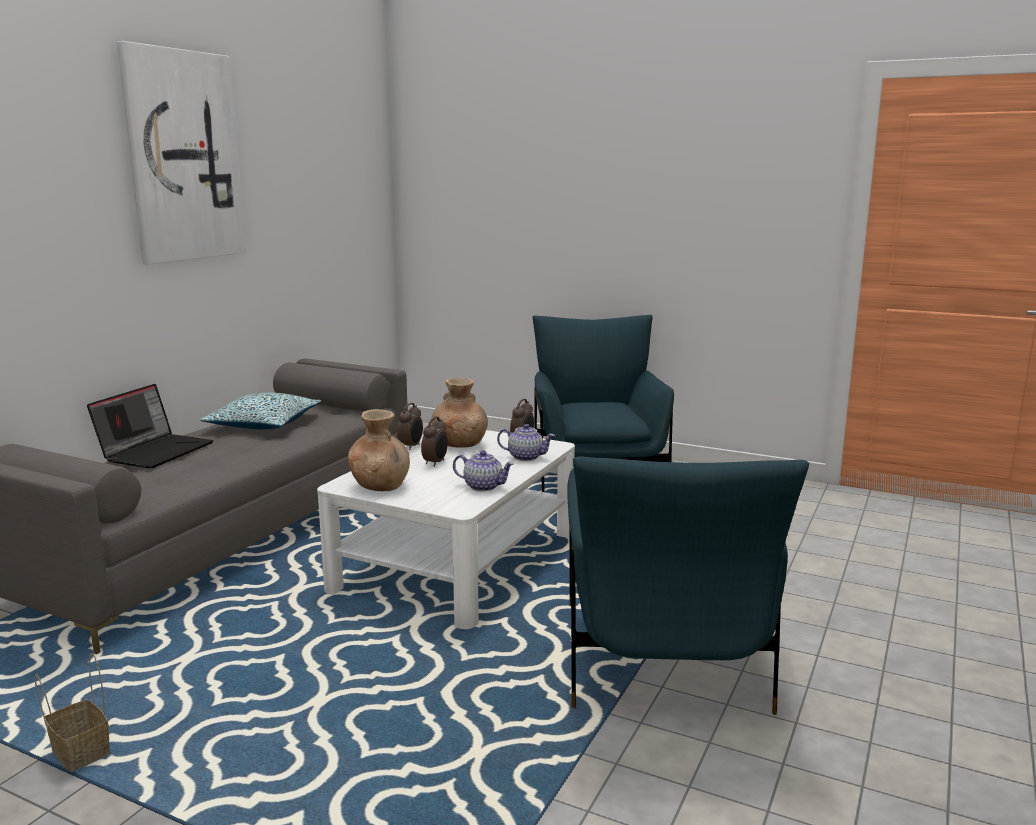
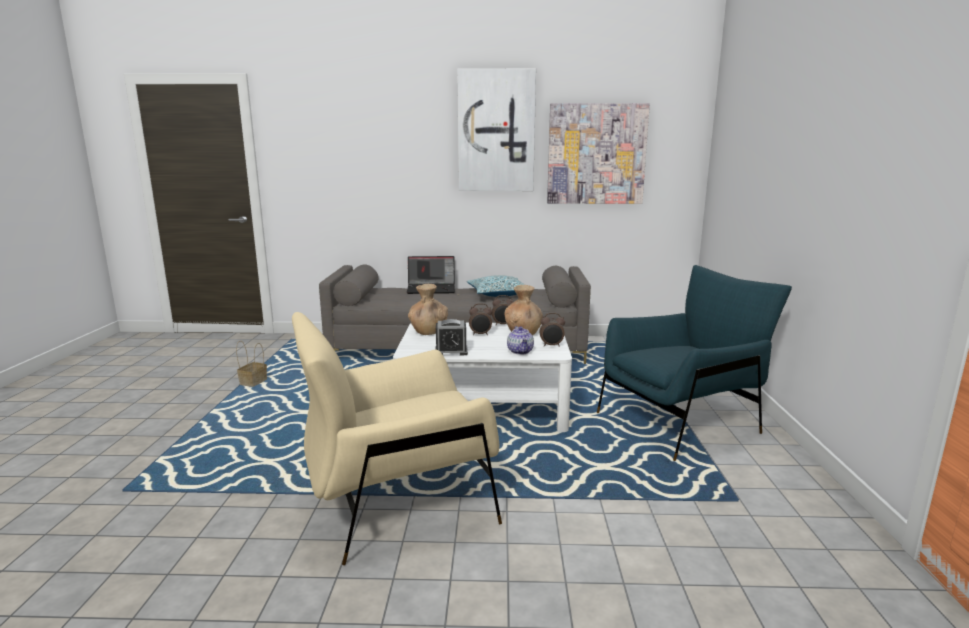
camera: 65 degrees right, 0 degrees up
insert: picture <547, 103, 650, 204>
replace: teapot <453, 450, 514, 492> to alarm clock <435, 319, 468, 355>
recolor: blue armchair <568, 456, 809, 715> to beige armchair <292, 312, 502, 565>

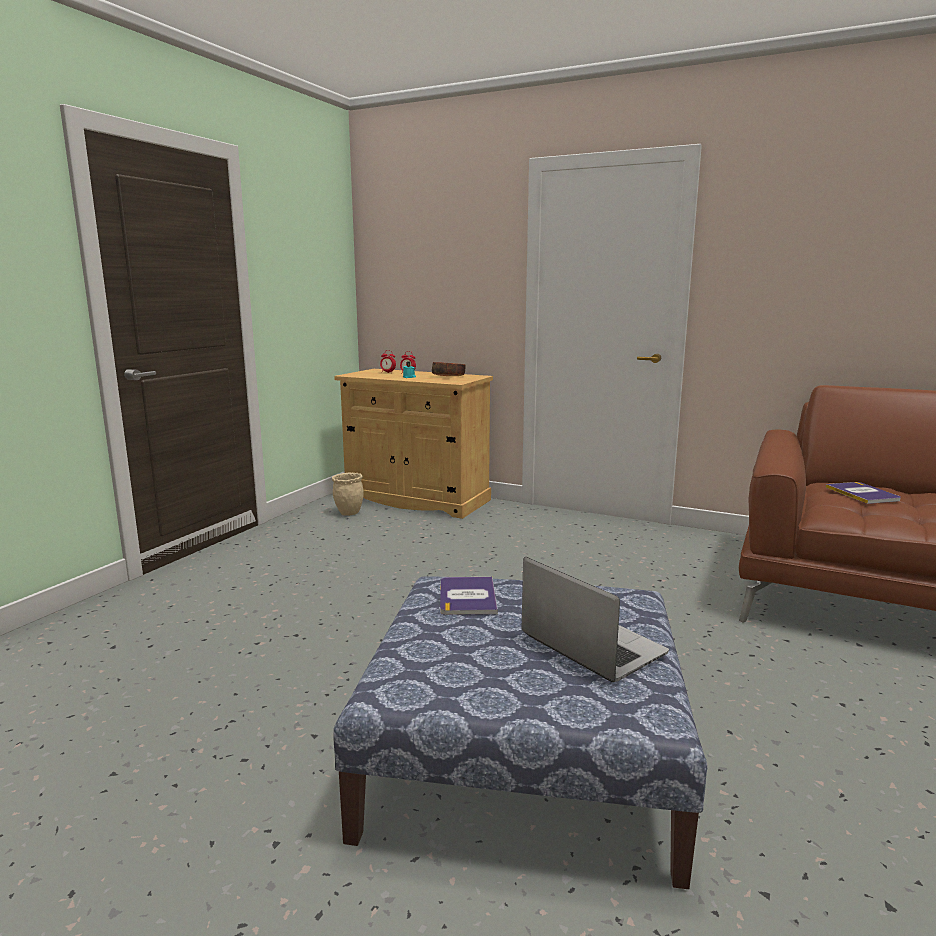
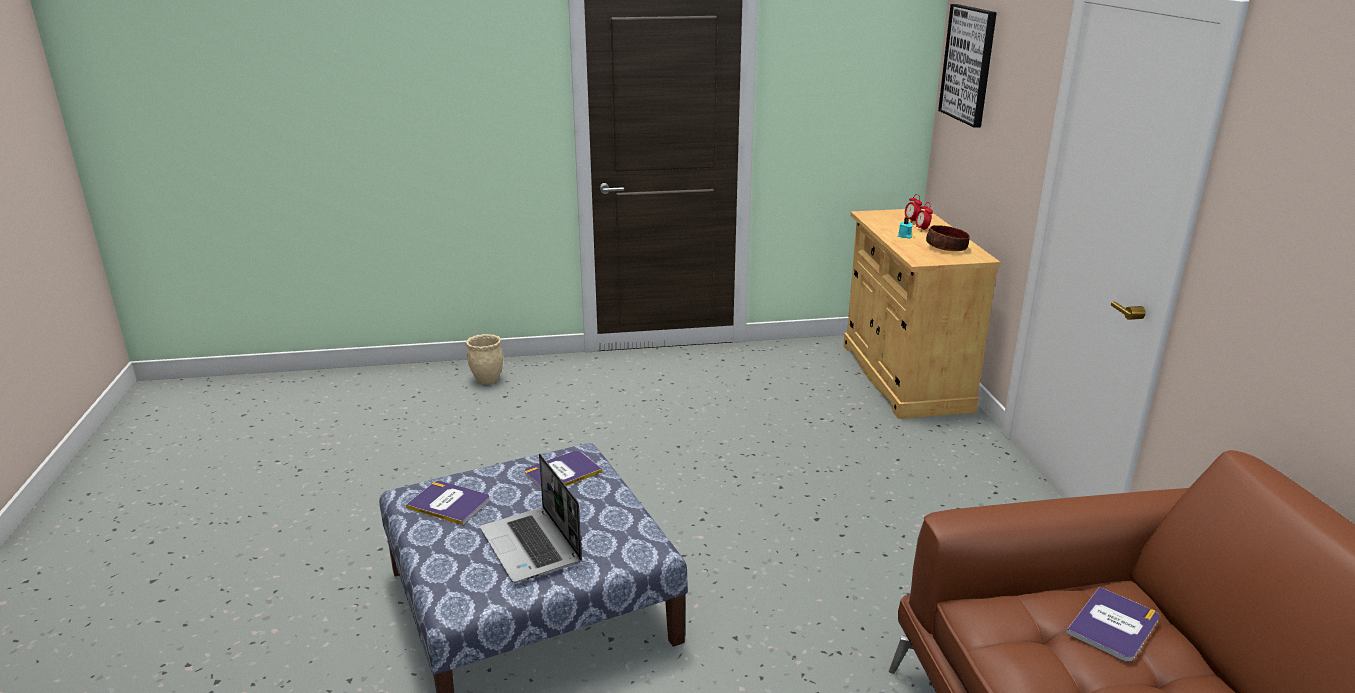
camera: 55 degrees right, 10 degrees up
insert: book <406, 481, 490, 525>; picture <938, 4, 997, 128>
move: beige planter <332, 472, 364, 516> to <466, 334, 503, 384>
rotate: laptop <522, 557, 669, 682> = <480, 454, 582, 583> 135 degrees clockwise

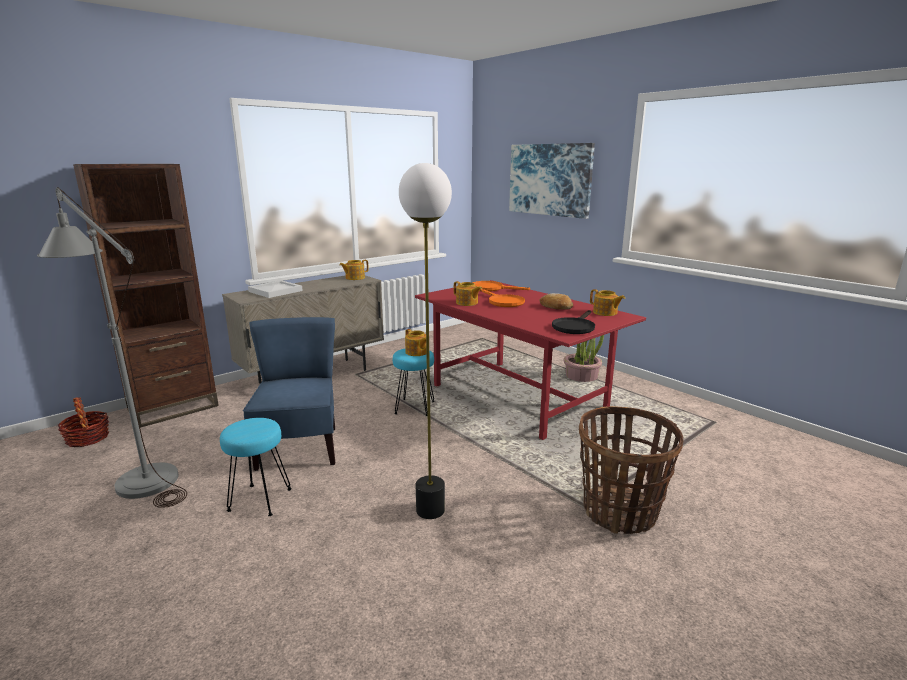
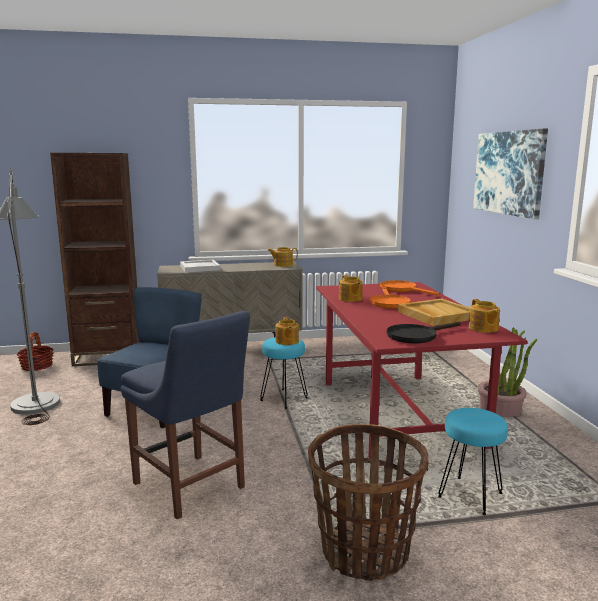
camera: 30 degrees right, 5 degrees down
move: turquoise stool <220, 418, 292, 516> to <438, 408, 508, 515>
replace: floor lamp <399, 163, 452, 519> to blue chair <121, 311, 250, 519>; bread <539, 293, 573, 310> to beige tray <397, 298, 470, 326>

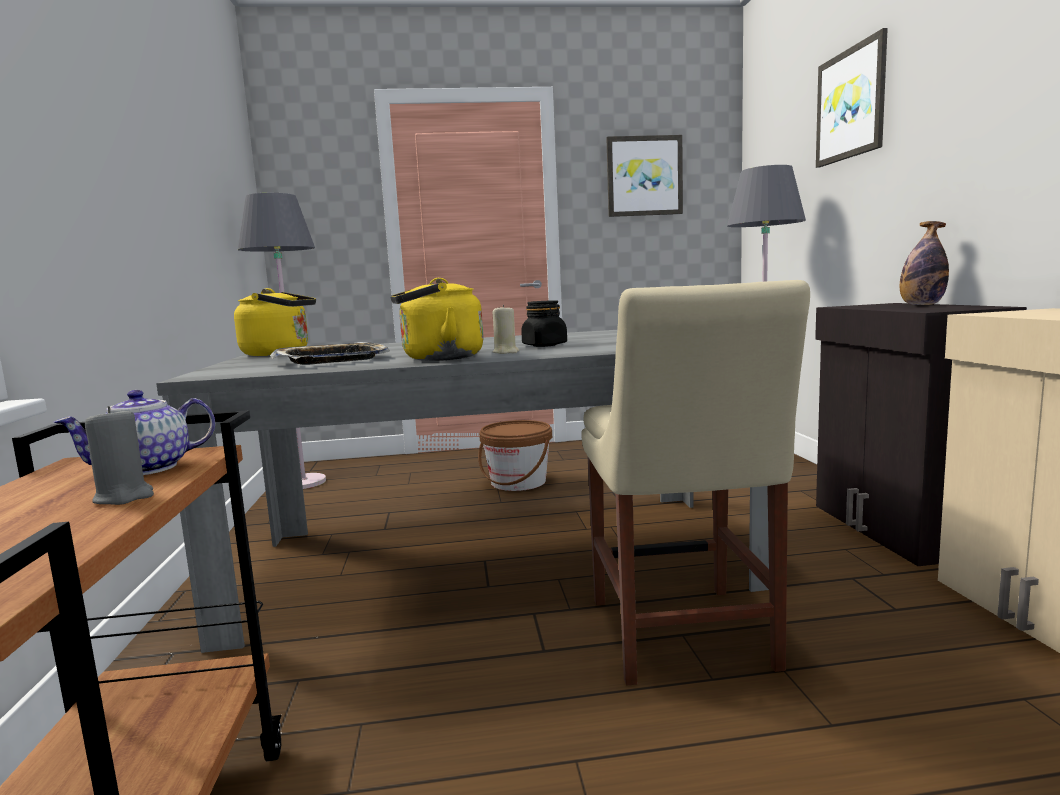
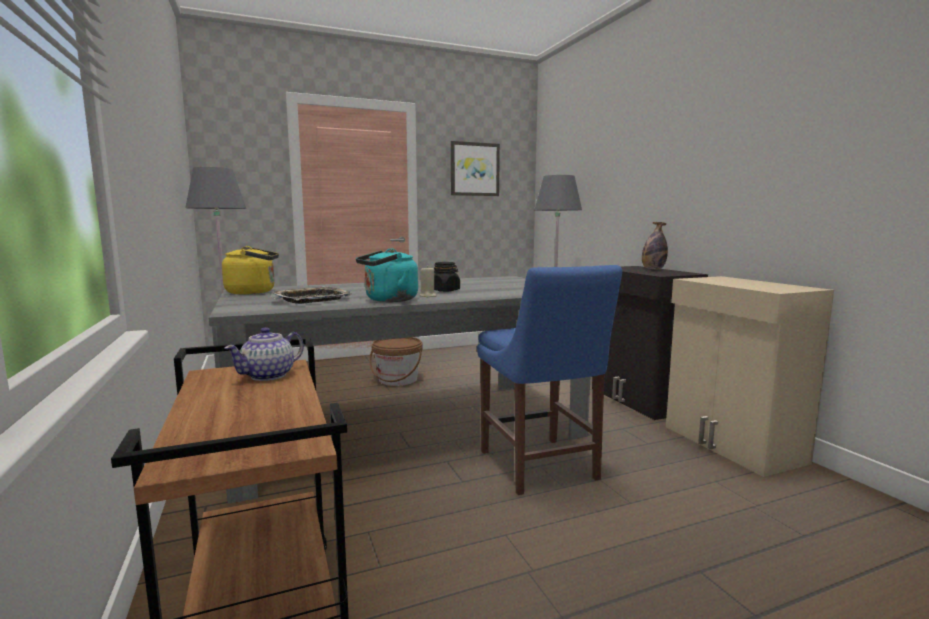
camera: 15 degrees left, 0 degrees up
delete: grey candle <85, 406, 154, 505>; picture <816, 28, 888, 168>
recolor: yellow kettle <390, 278, 483, 361> to turquoise kettle <356, 248, 418, 302>; beige chair <581, 280, 810, 685> to blue chair <477, 265, 622, 495>

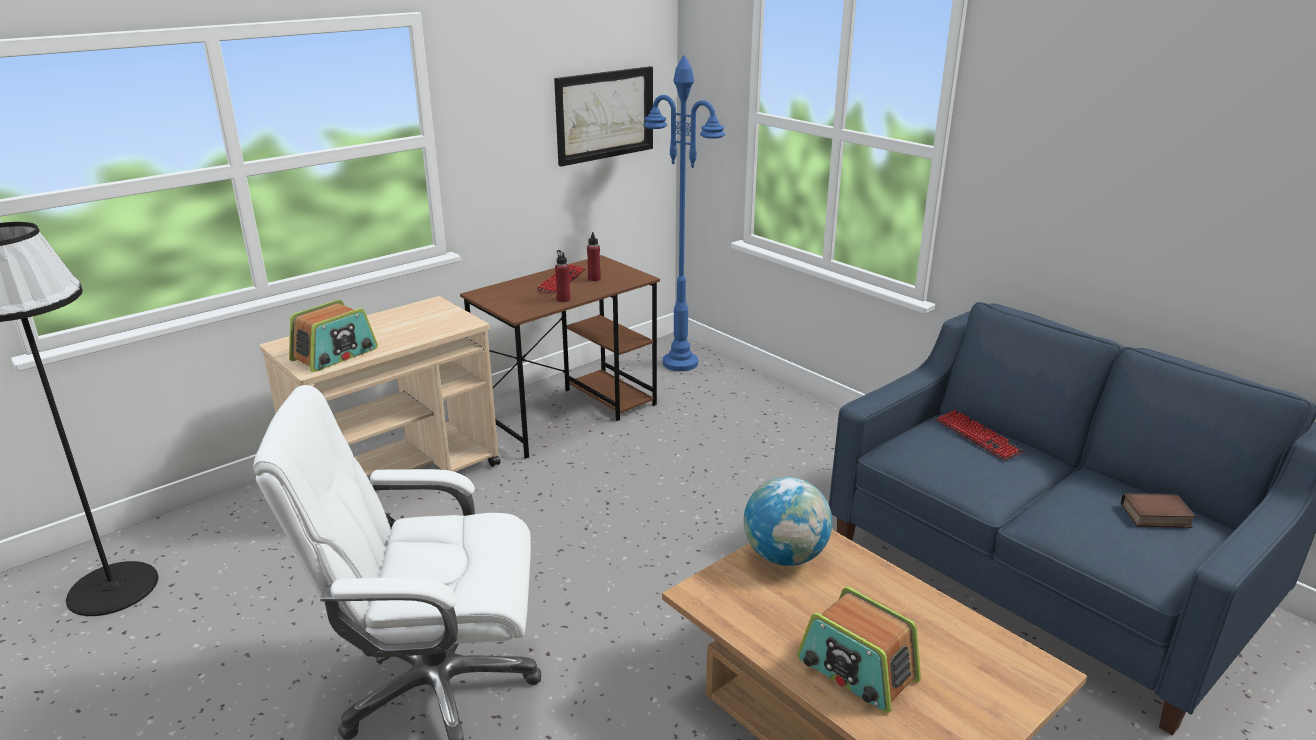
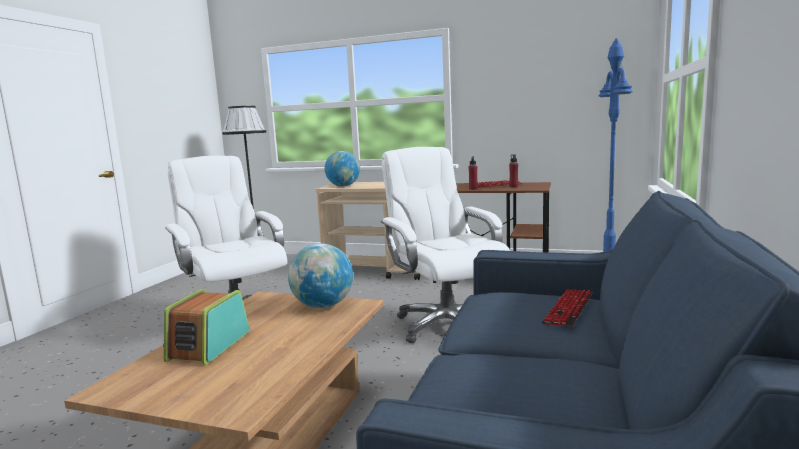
camera: 60 degrees right, 15 degrees down
delete: picture <554, 66, 653, 166>; book <1121, 493, 1196, 528>
insert: white office chair <381, 147, 510, 343>
replace: radio <289, 299, 378, 372> to globe <325, 151, 360, 187>

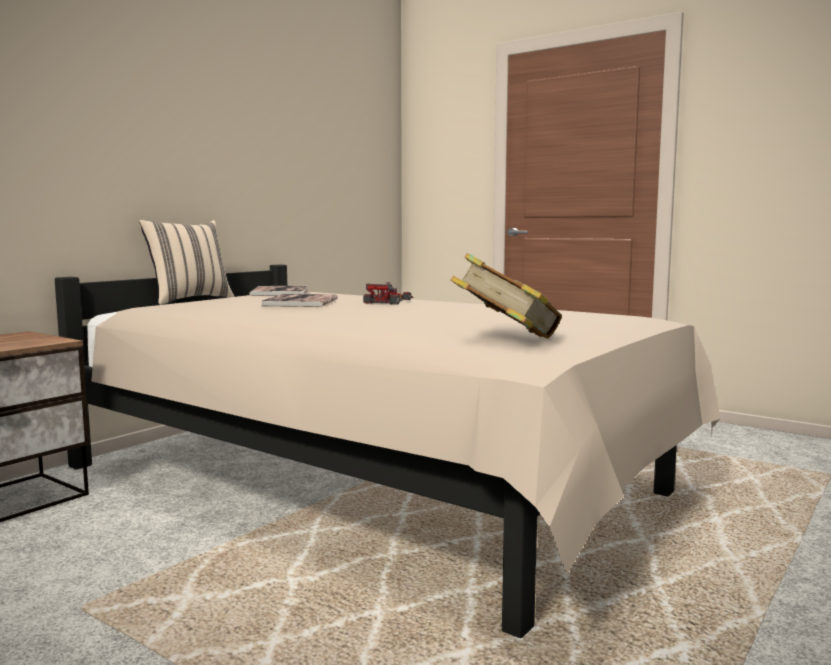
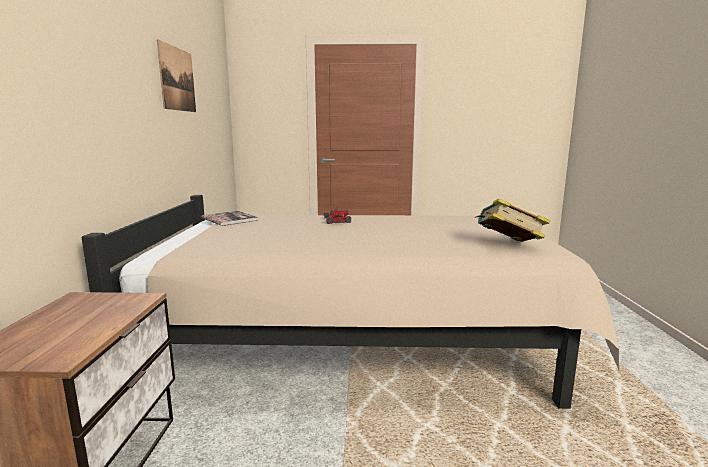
camera: 35 degrees left, 5 degrees up
delete: beige pillow <139, 220, 234, 305>; book <262, 294, 338, 307>
insert: picture <157, 39, 196, 112>

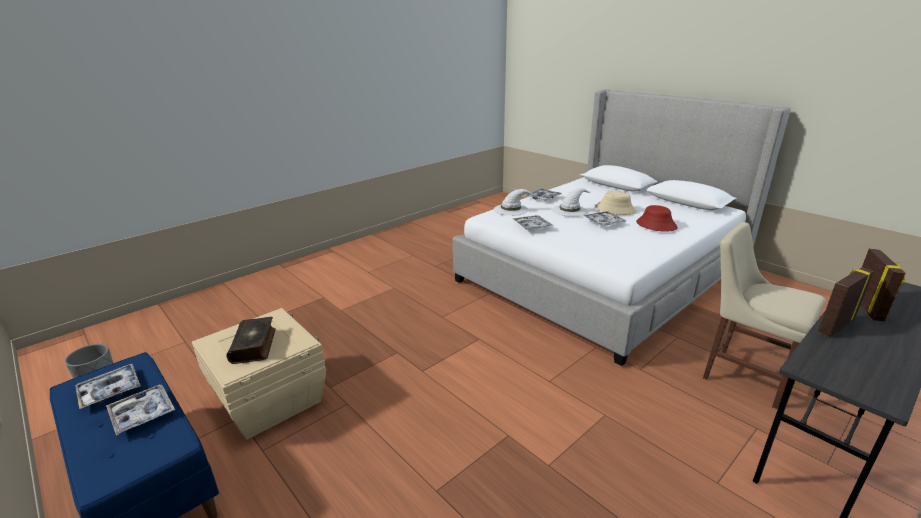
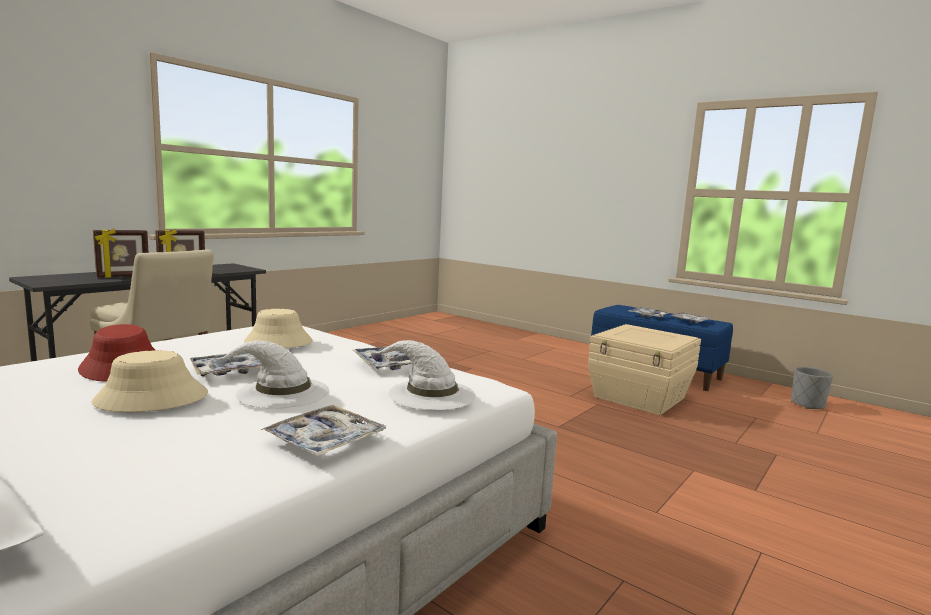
camera: 170 degrees right, 15 degrees down
delete: book <226, 317, 275, 364>
insert: beige hat <244, 309, 312, 348>
rotate: picture frame <861, 249, 906, 322> = <93, 229, 149, 278> 135 degrees counterclockwise

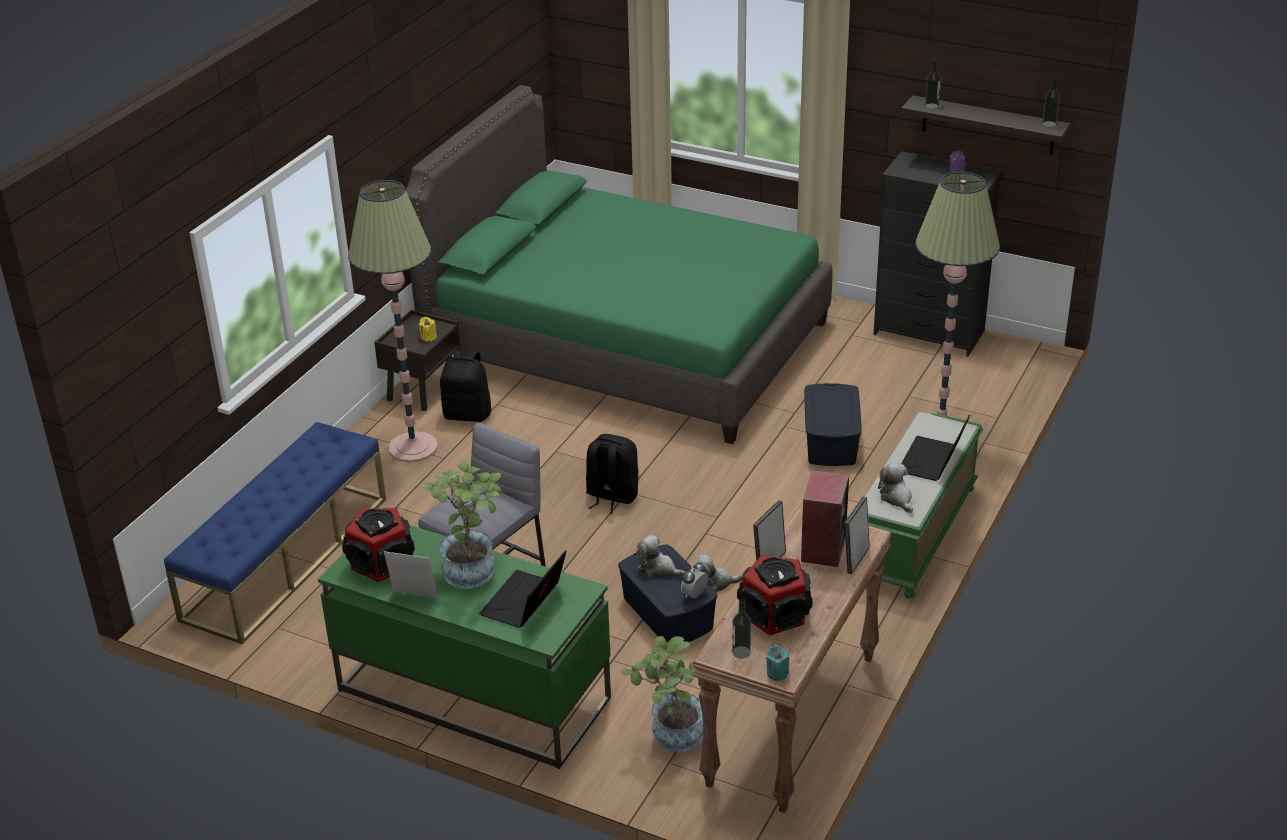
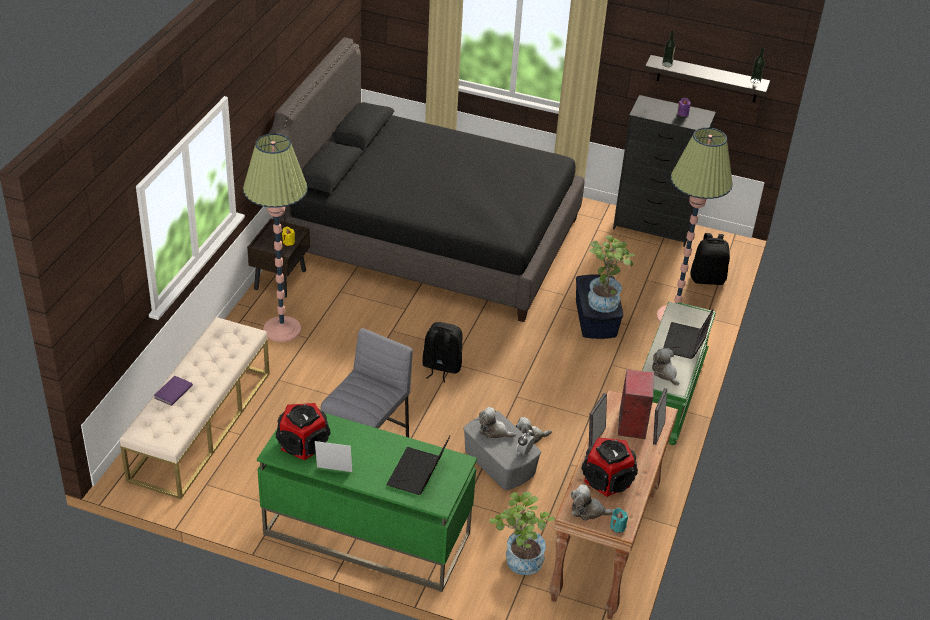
camera: 10 degrees left, 5 degrees up
insert: purple book <154, 375, 193, 406>
move: potted plant <421, 461, 503, 589> to <588, 235, 635, 313>; black backpack <440, 350, 491, 422> to <690, 233, 730, 285>
replace: bottle <732, 599, 751, 659> to plush toy <571, 484, 613, 521>
recolor: blue bench <164, 422, 386, 644> to beige bench <120, 317, 270, 499>; green bed <405, 85, 833, 444> to black bed <269, 37, 584, 322>; blue storage box <618, 545, 717, 642> to grey storage box <463, 411, 541, 490>

